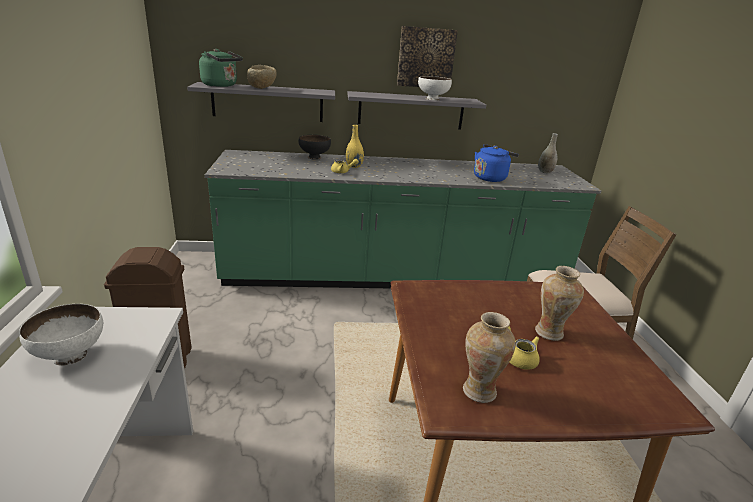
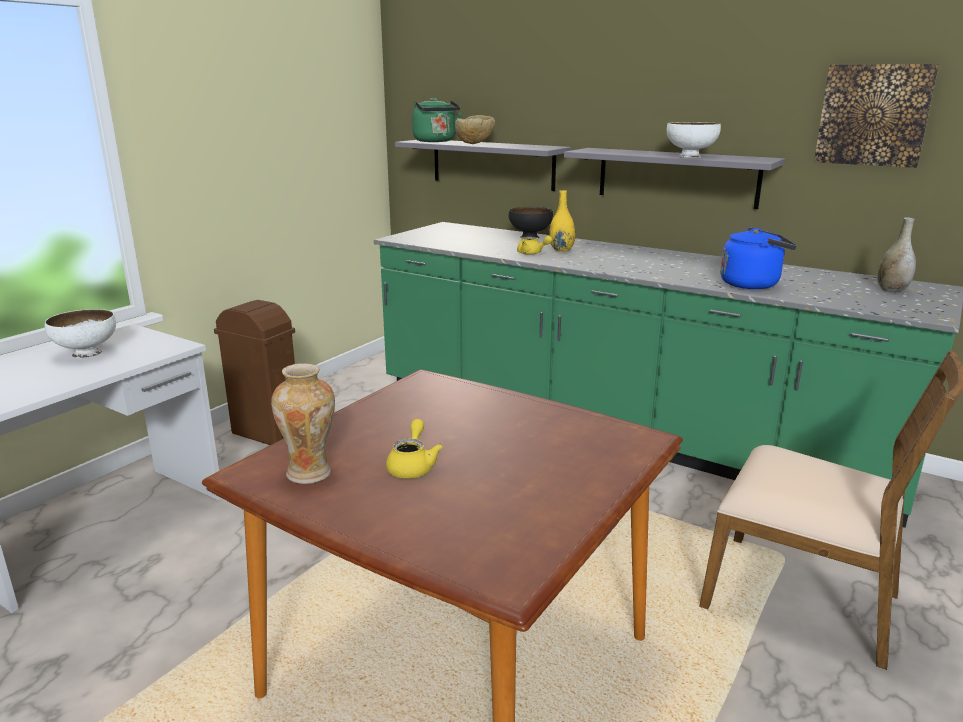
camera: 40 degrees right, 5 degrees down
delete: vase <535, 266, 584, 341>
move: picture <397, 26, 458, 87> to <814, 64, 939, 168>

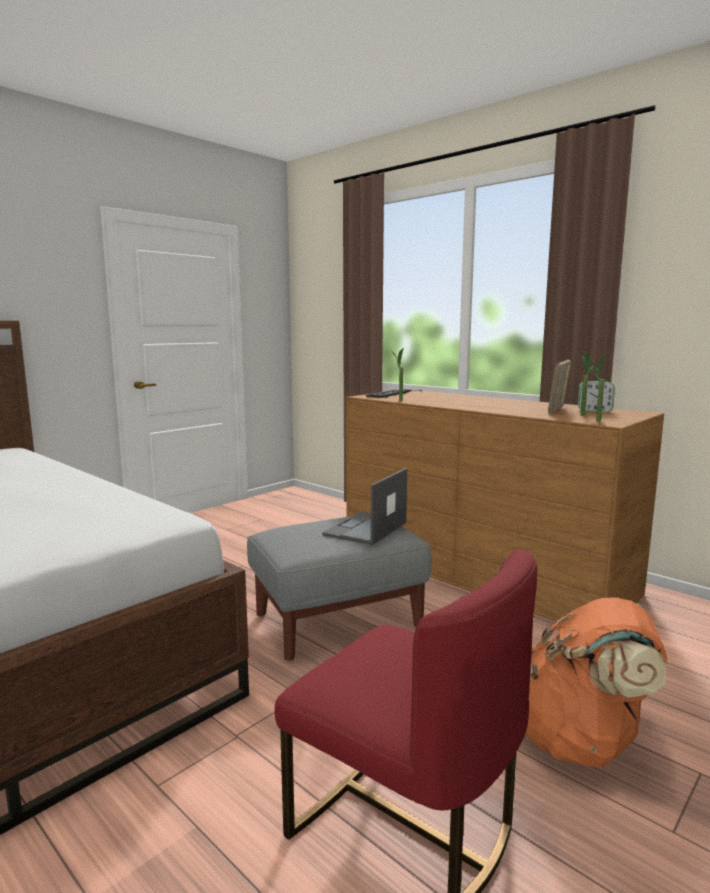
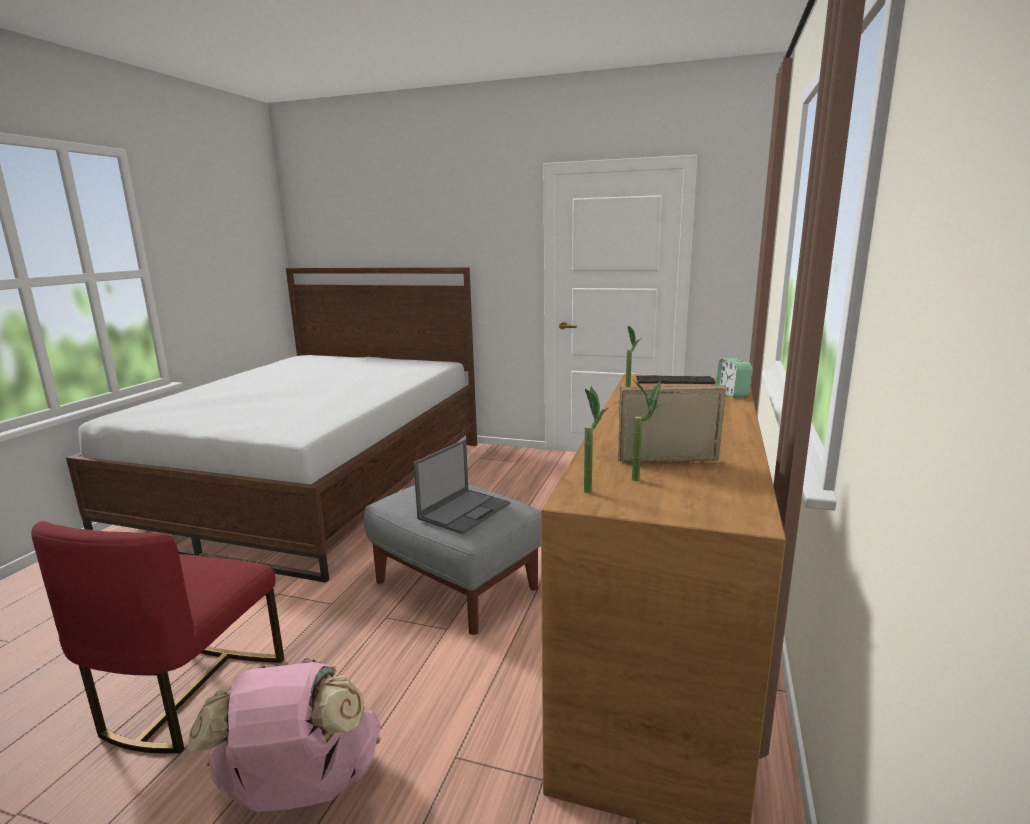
camera: 65 degrees right, 5 degrees up
move: alarm clock <578, 381, 615, 412> to <716, 358, 753, 398>
recolor: orange backpack <525, 598, 668, 768> to pink backpack <188, 658, 381, 812>
rotate: laptop <322, 468, 407, 545> = <413, 439, 510, 534> 120 degrees clockwise

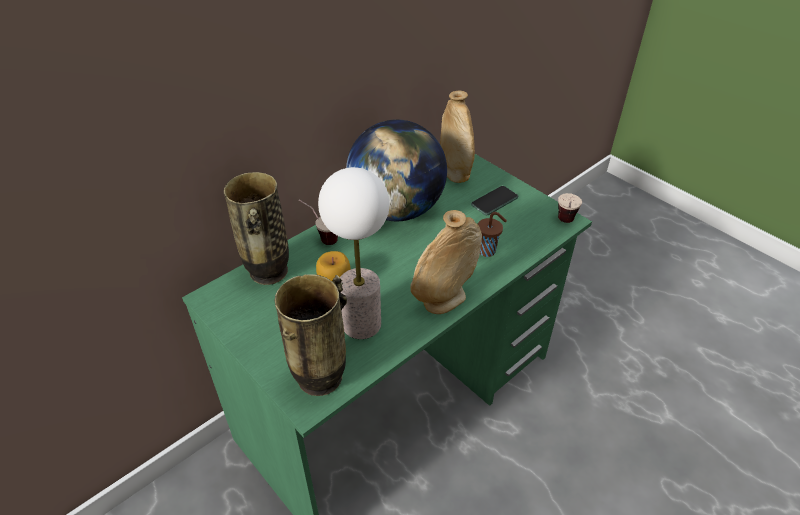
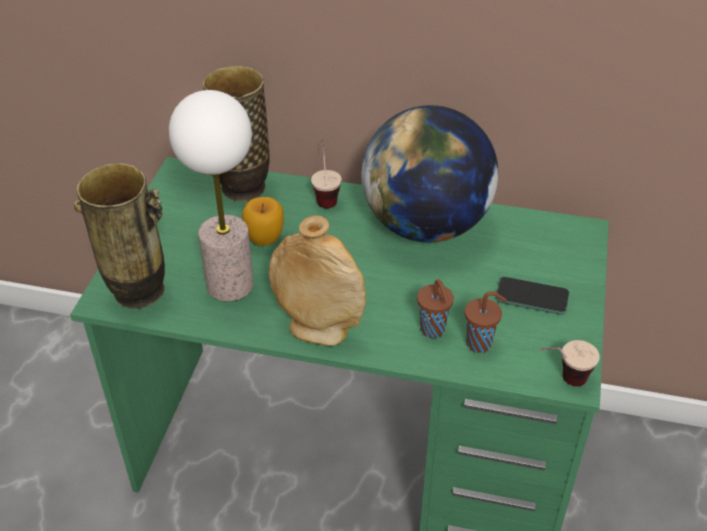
camera: 55 degrees right, 0 degrees up
delete: beige vase <440, 90, 475, 183>
insert: brown cup <465, 291, 507, 353>

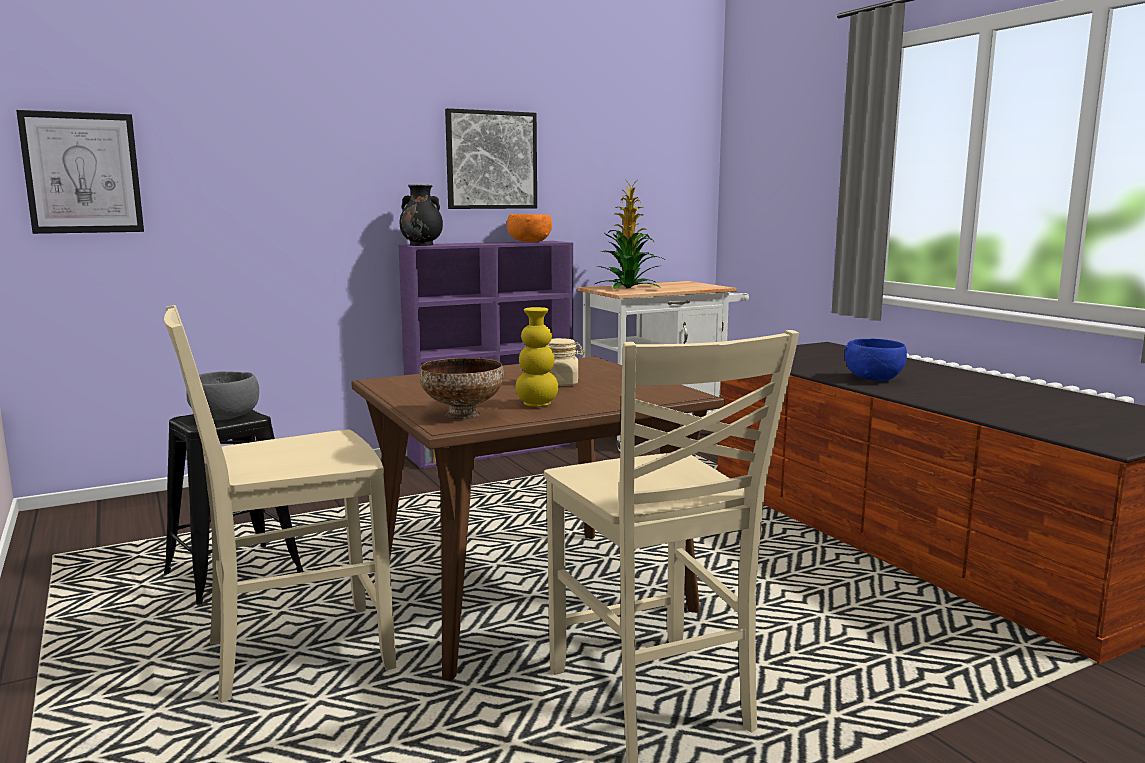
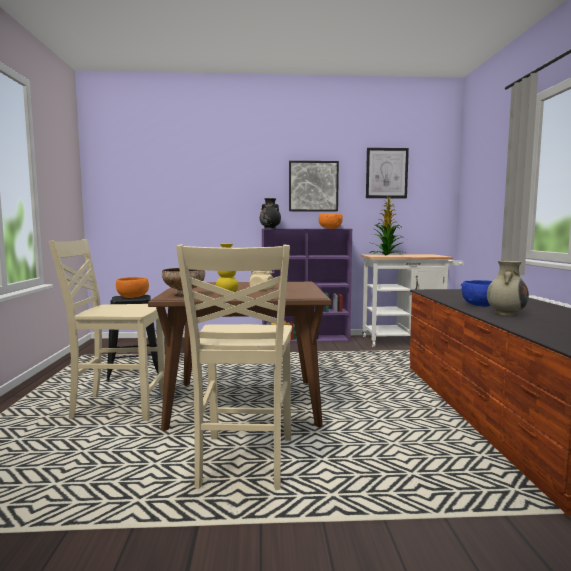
camera: 25 degrees right, 5 degrees down
insert: beige vase <487, 261, 529, 316>
move: picture <16, 110, 144, 234> to <366, 148, 409, 198>
recolor: grey bowl <186, 371, 259, 420> to orange bowl <116, 277, 149, 298>

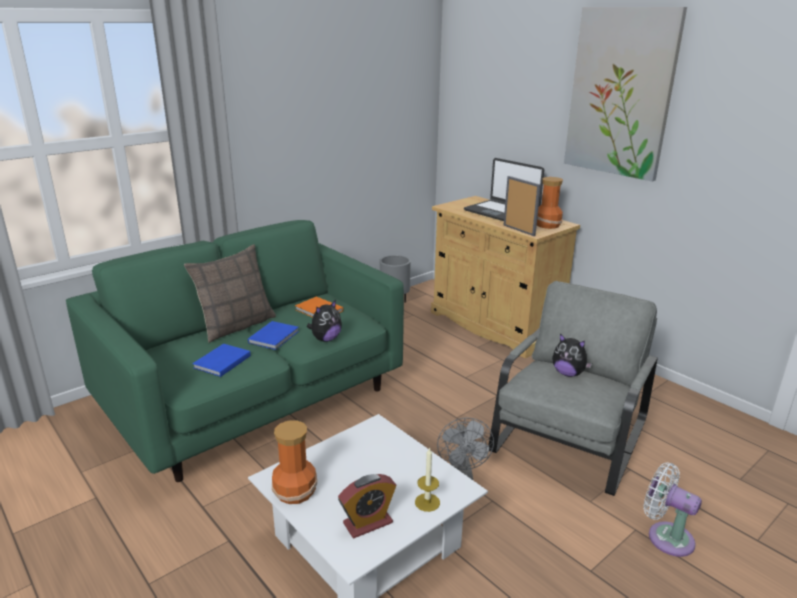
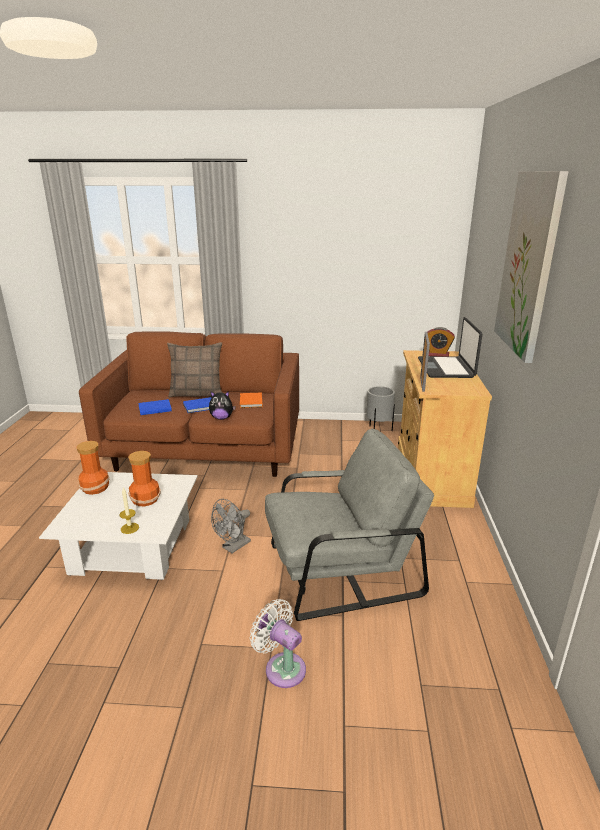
camera: 45 degrees right, 0 degrees up
delete: plush toy <552, 334, 592, 377>
move: alarm clock <338, 474, 396, 538> to <427, 327, 455, 356>; vase <537, 177, 563, 229> to <128, 451, 161, 506>
recolor: green sofa <66, 220, 404, 482> to brown sofa <79, 332, 299, 477>
rotate: white fan <644, 463, 702, 557> = <250, 599, 306, 688> 45 degrees counterclockwise

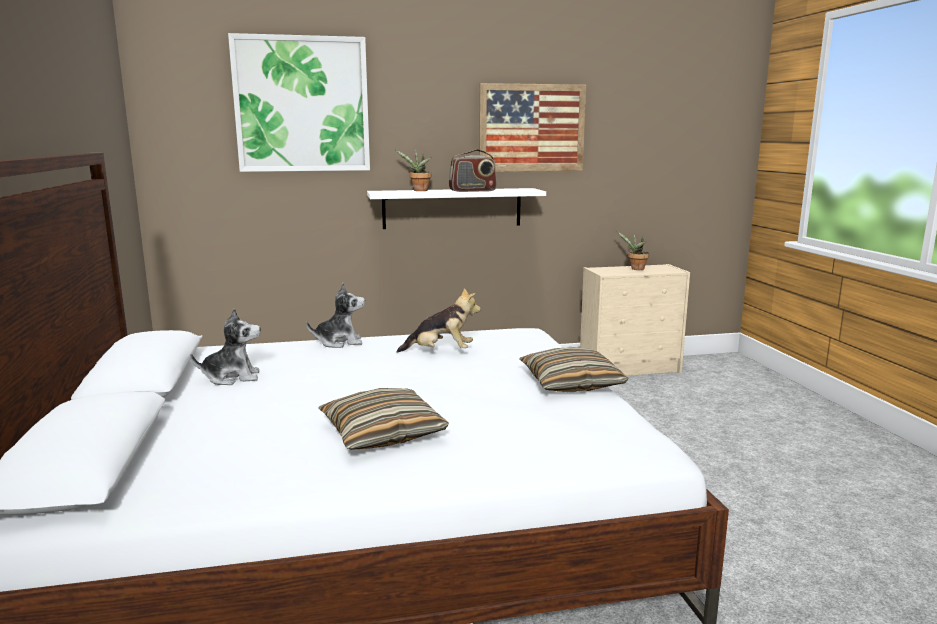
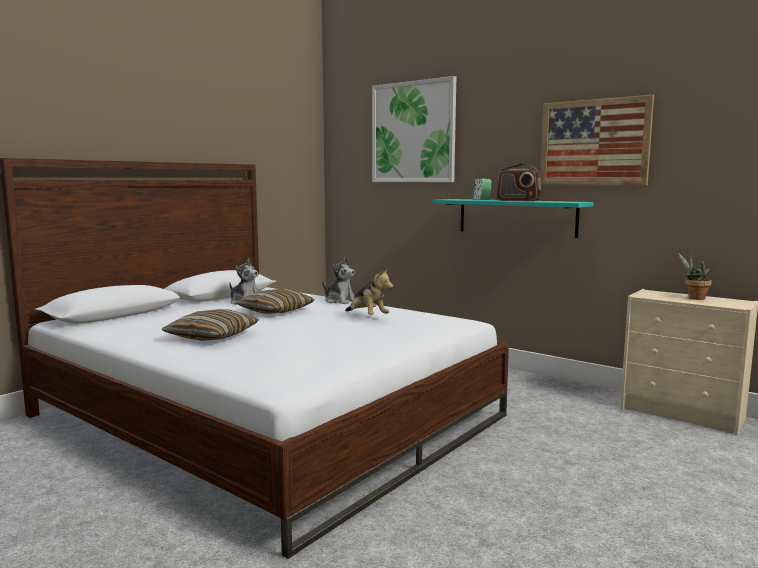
camera: 50 degrees right, 5 degrees down
move: pillow <520, 347, 628, 392> to <235, 289, 315, 314>
replace: potted plant <395, 149, 431, 191> to alarm clock <472, 178, 492, 200>
recolor: white shelf <367, 188, 546, 229> to turquoise shelf <432, 199, 594, 238>

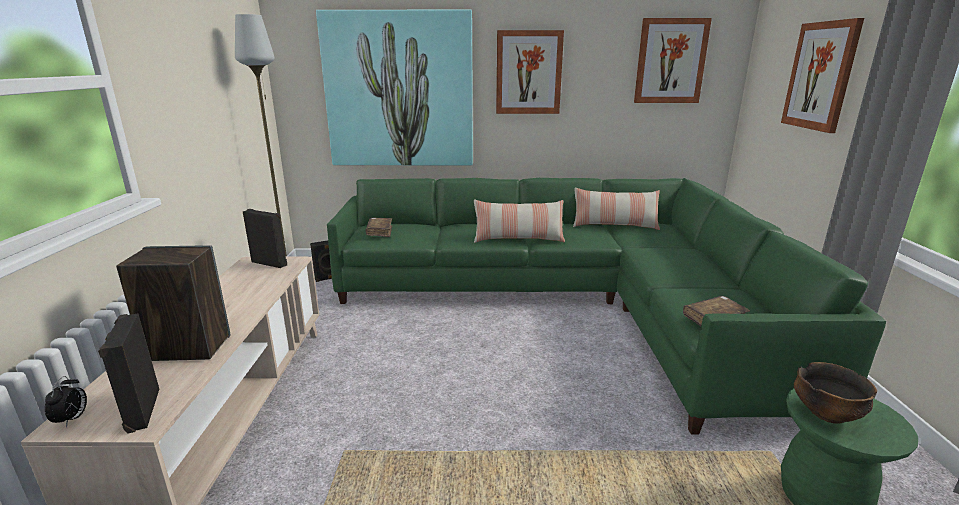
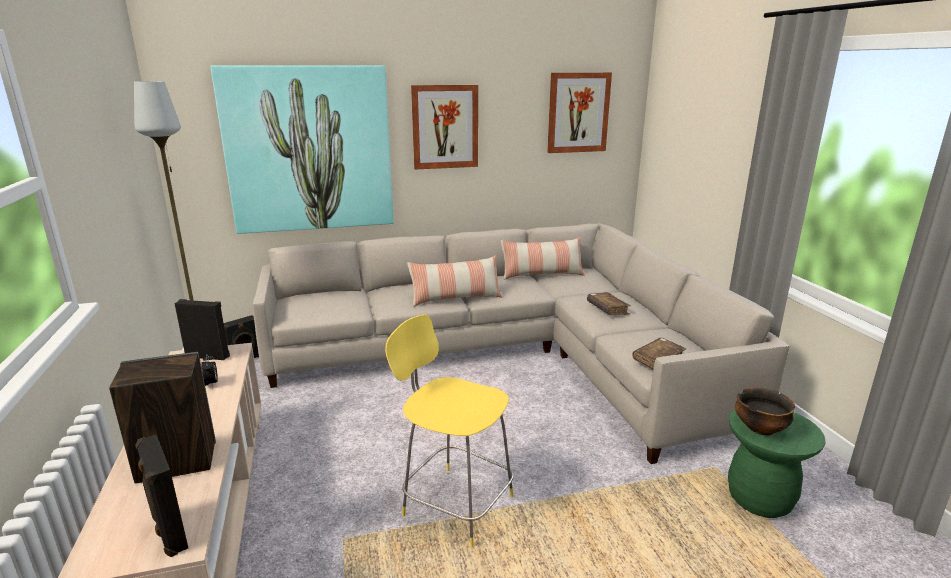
camera: 15 degrees left, 0 degrees up
delete: picture <781, 18, 864, 133>
insert: yellow stool <385, 315, 514, 547>
move: alarm clock <45, 376, 87, 427> to <201, 354, 218, 388>; brown book <365, 218, 392, 237> to <587, 292, 631, 315>
recolor: green sofa <327, 178, 886, 435> to beige sofa <253, 223, 789, 464>

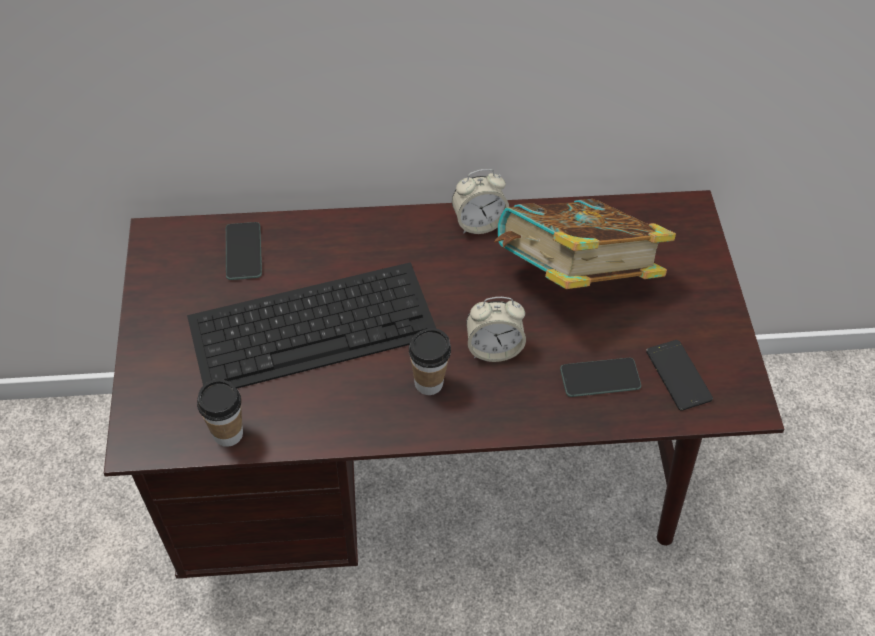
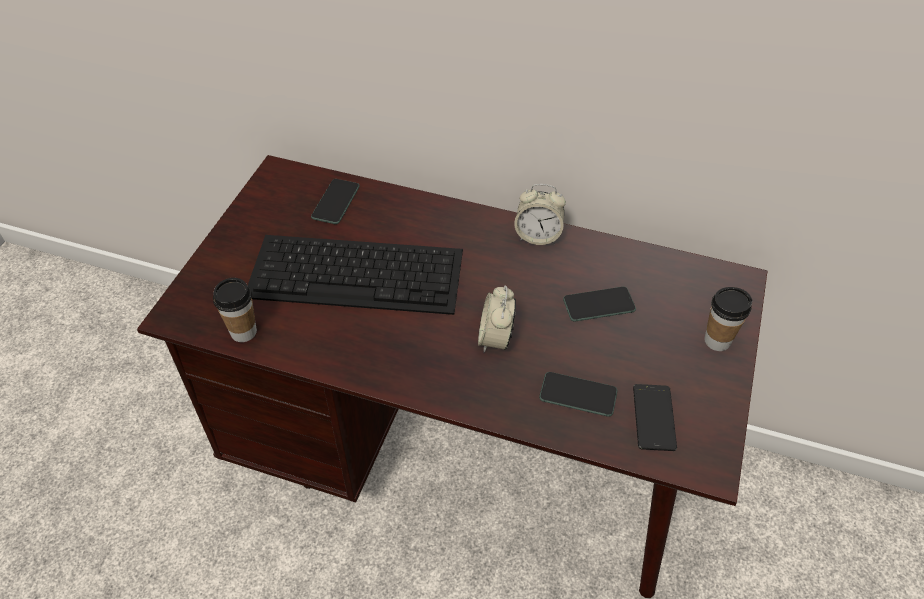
camera: 25 degrees right, 5 degrees down
move: cup <409, 328, 451, 395> to <704, 287, 753, 351>
replace: book <494, 199, 676, 289> to phone <563, 287, 636, 321>
rotate: alarm clock <466, 297, 526, 362> = <478, 286, 516, 353> 75 degrees clockwise

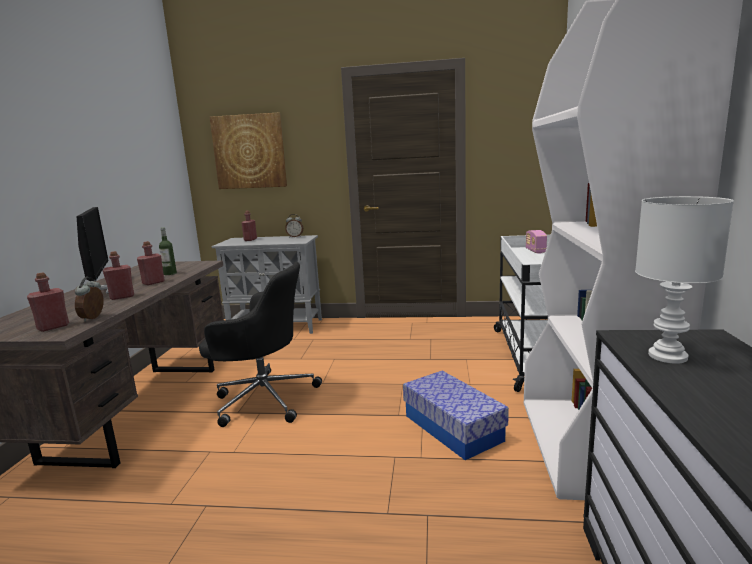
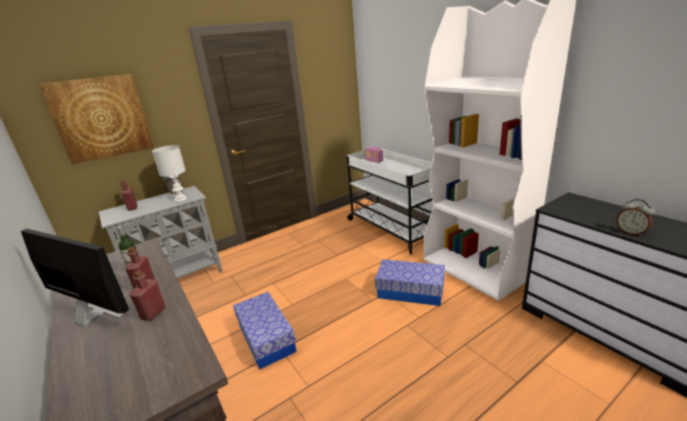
camera: 40 degrees left, 10 degrees up
delete: red bottle <27, 273, 69, 332>
move: alarm clock <75, 277, 104, 322> to <616, 199, 653, 237>; white table lamp <635, 196, 734, 364> to <152, 145, 187, 202>
replace: black office chair <199, 262, 322, 427> to storage box <233, 292, 297, 369>

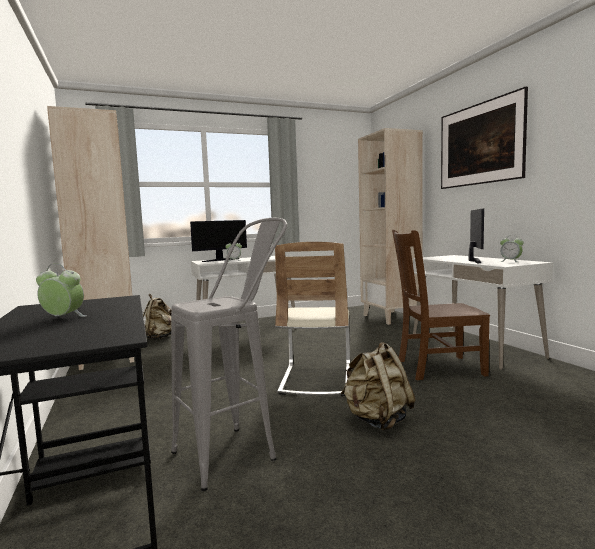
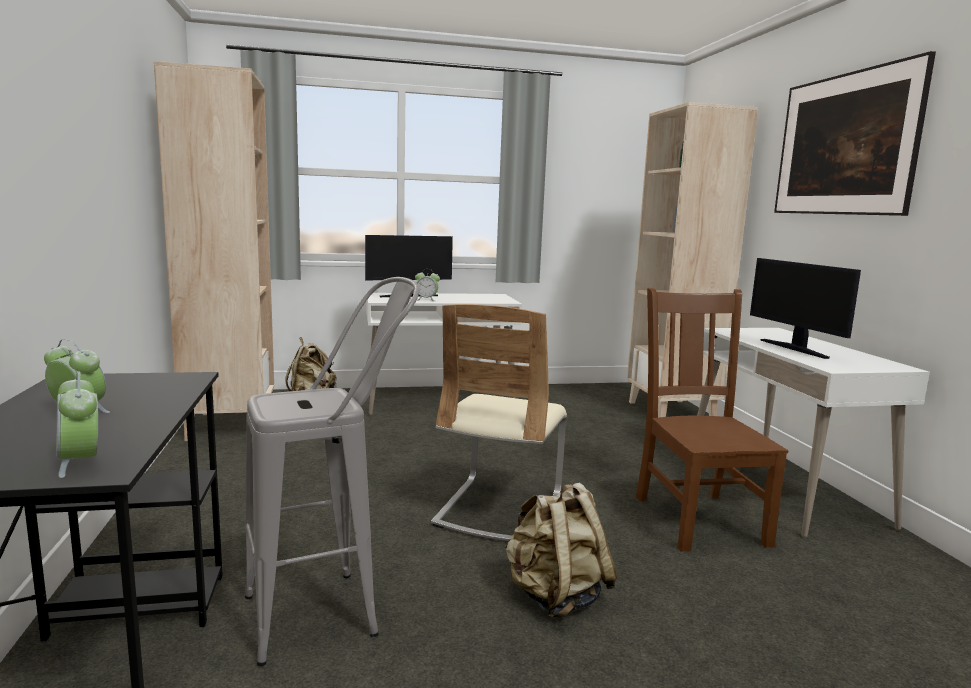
camera: 10 degrees right, 5 degrees up
move: alarm clock <500, 235, 524, 262> to <57, 371, 98, 478>
rotate: brown chair <392, 230, 490, 380> = <636, 288, 788, 551> 75 degrees clockwise; monitor <469, 209, 484, 263> = <750, 258, 861, 359> 135 degrees clockwise

